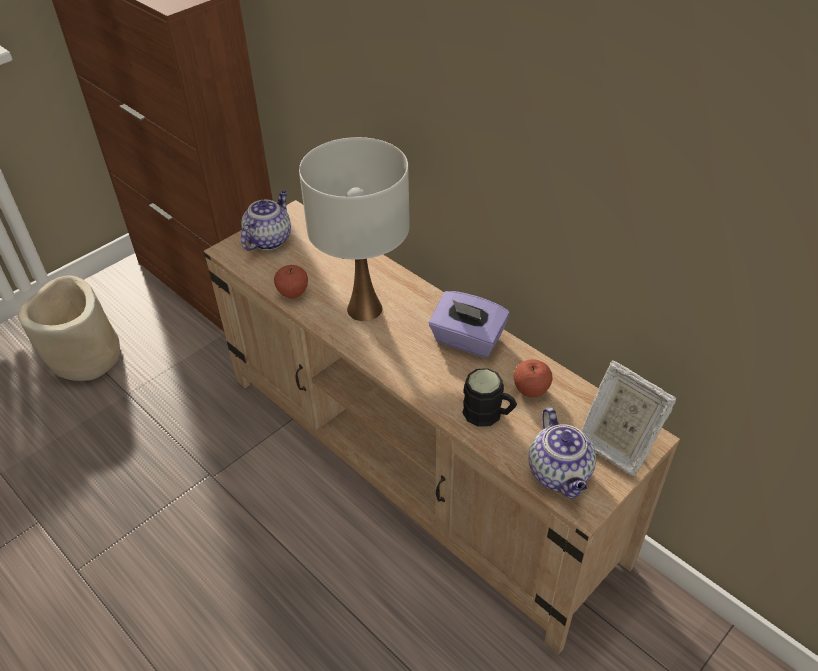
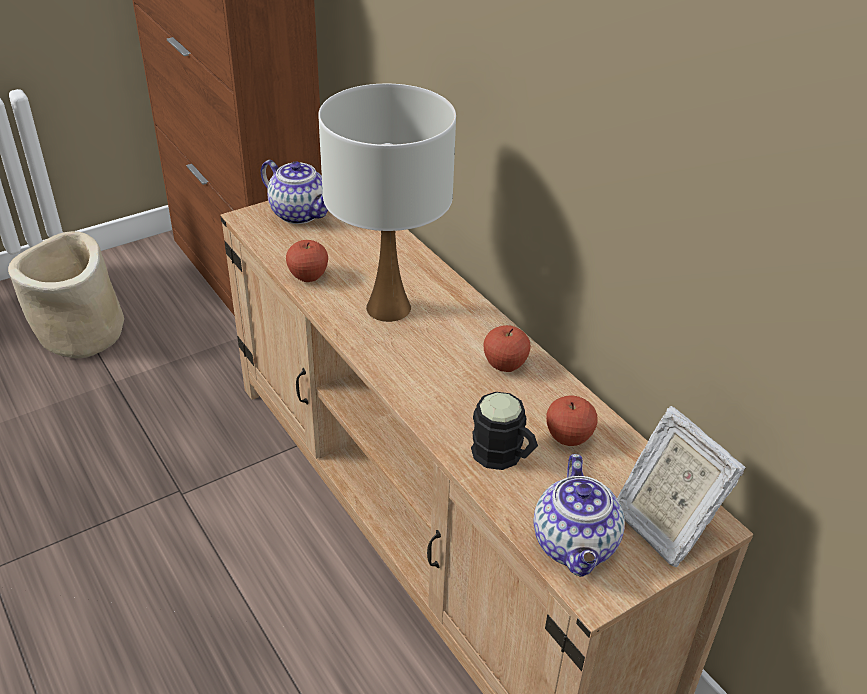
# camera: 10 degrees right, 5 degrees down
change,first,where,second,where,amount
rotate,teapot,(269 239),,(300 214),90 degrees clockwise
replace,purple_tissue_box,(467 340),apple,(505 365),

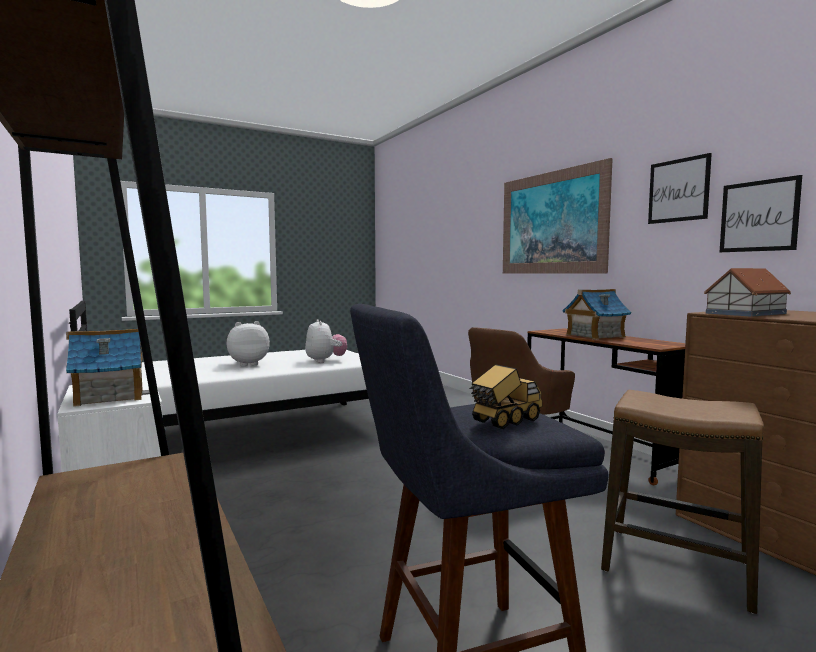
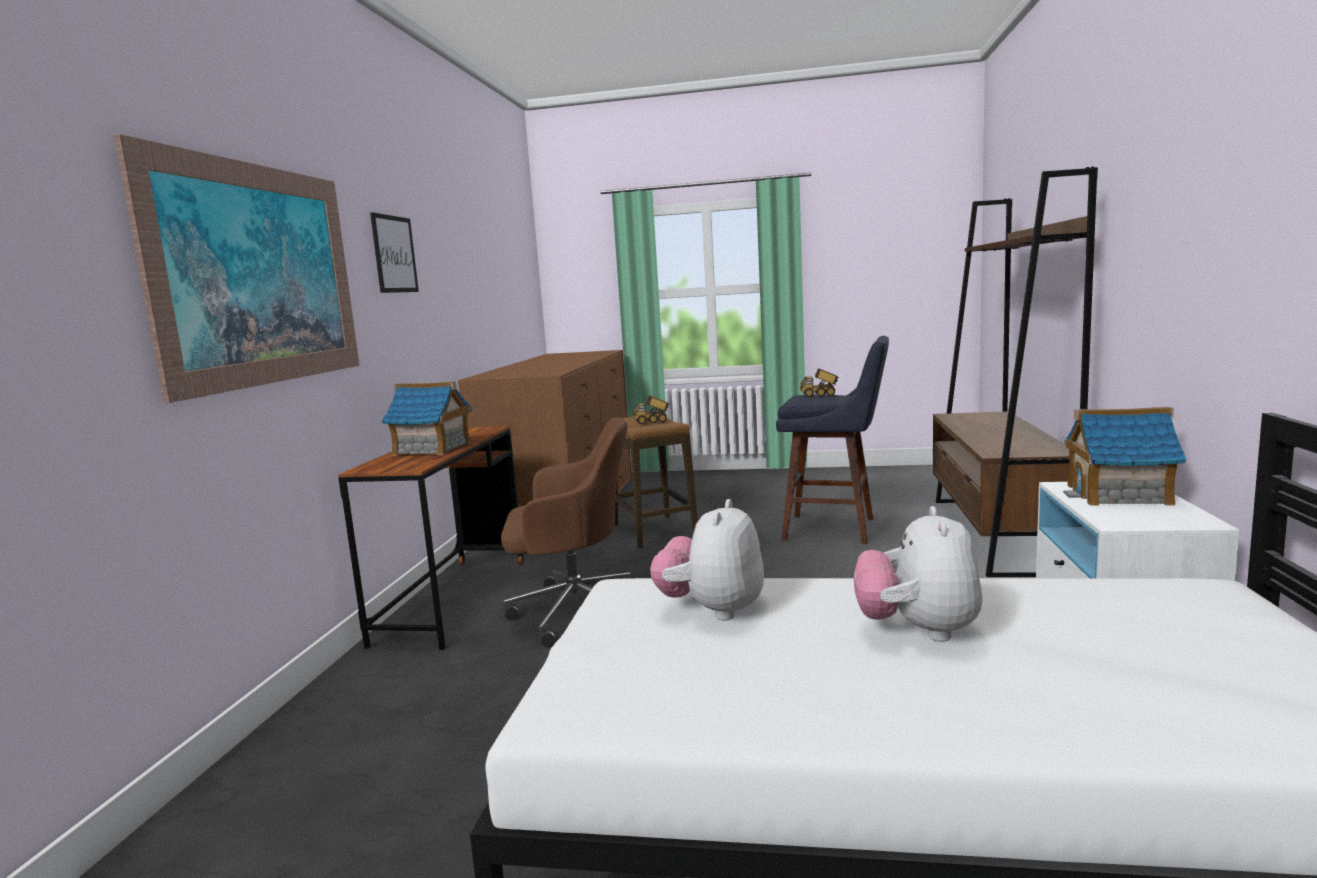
# camera: 140 degrees left, 5 degrees up
change,first,where,second,where,amount
delete,picture,(758 216),,,
delete,toy_house,(746 313),,,
rotate,plush_toy,(247 364),,(918 631),90 degrees clockwise
insert,,,toy_truck,(652 422),

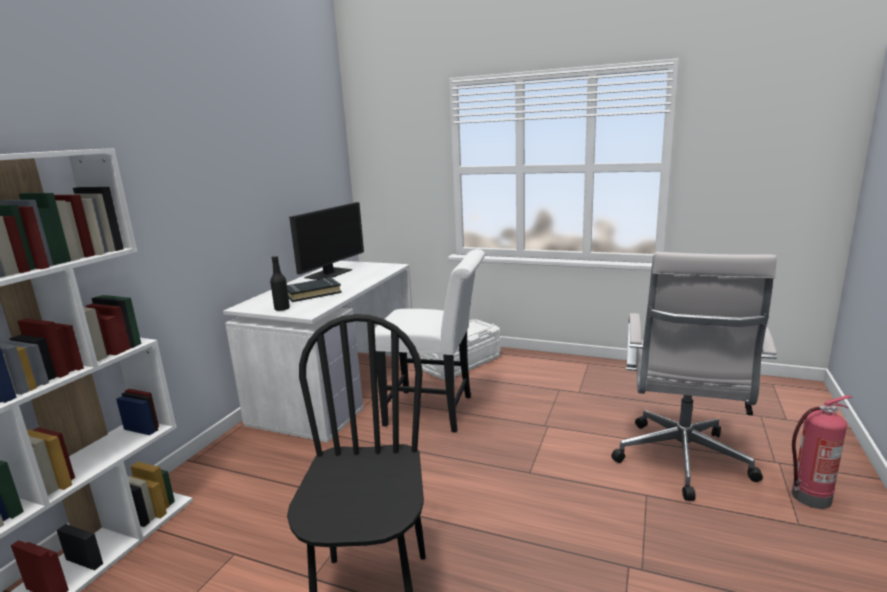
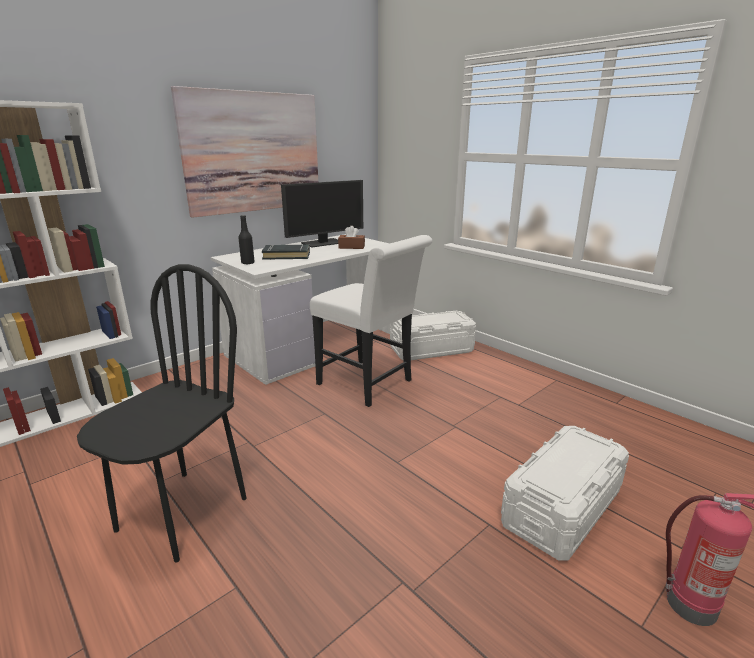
# camera: 25 degrees right, 5 degrees up
change,first,where,second,where,amount
replace,white_office_chair,(682 463),white_storage_box,(561 508),
insert,,,picture,(253 152),
insert,,,brown_tissue_box,(351 247),

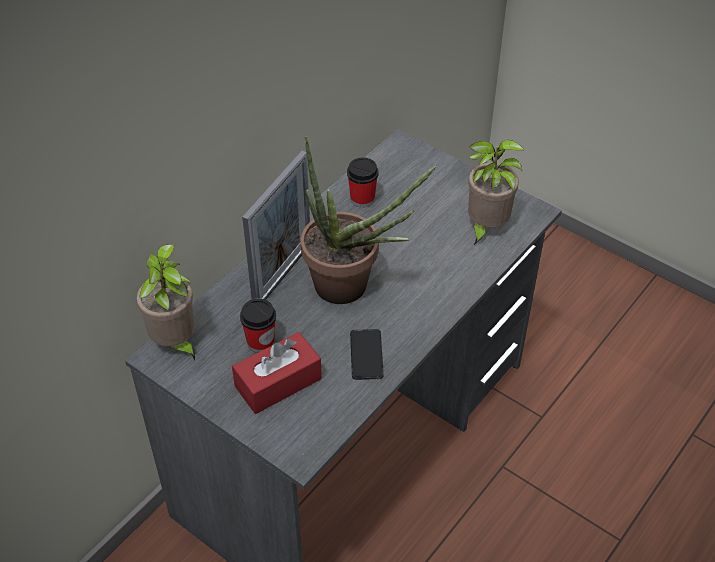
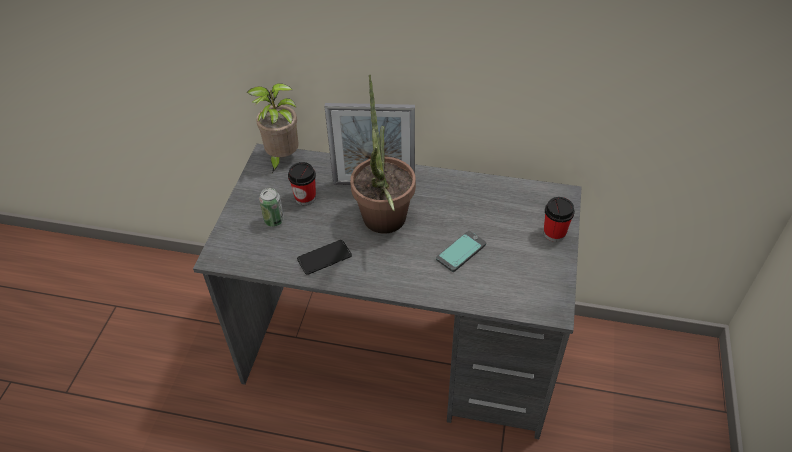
# camera: 65 degrees right, 0 degrees up
change,first,where,second,where,amount
delete,potted_plant,(485 228),,,
move,cup,(362 199),,(554 233),
replace,red_tissue_box,(278 382),can,(274 220),
insert,,,phone,(460 251),

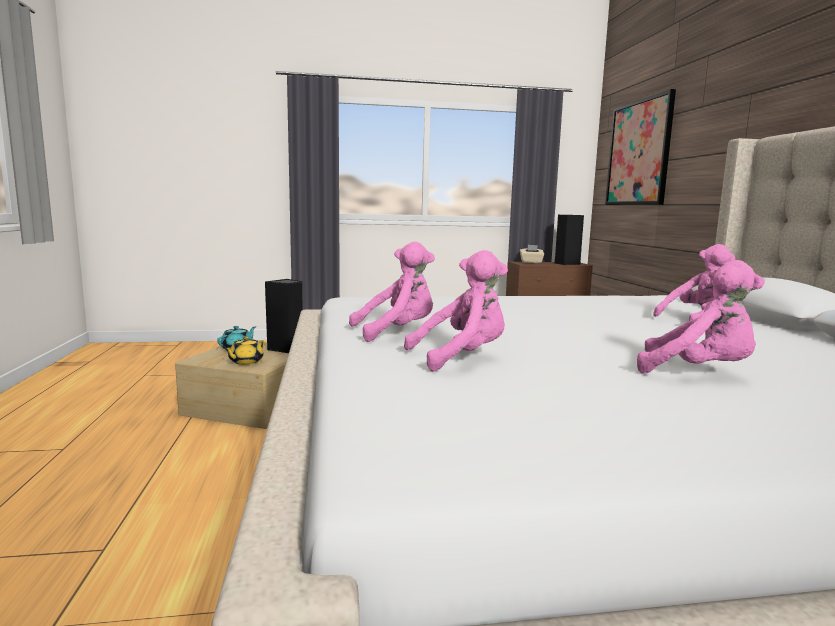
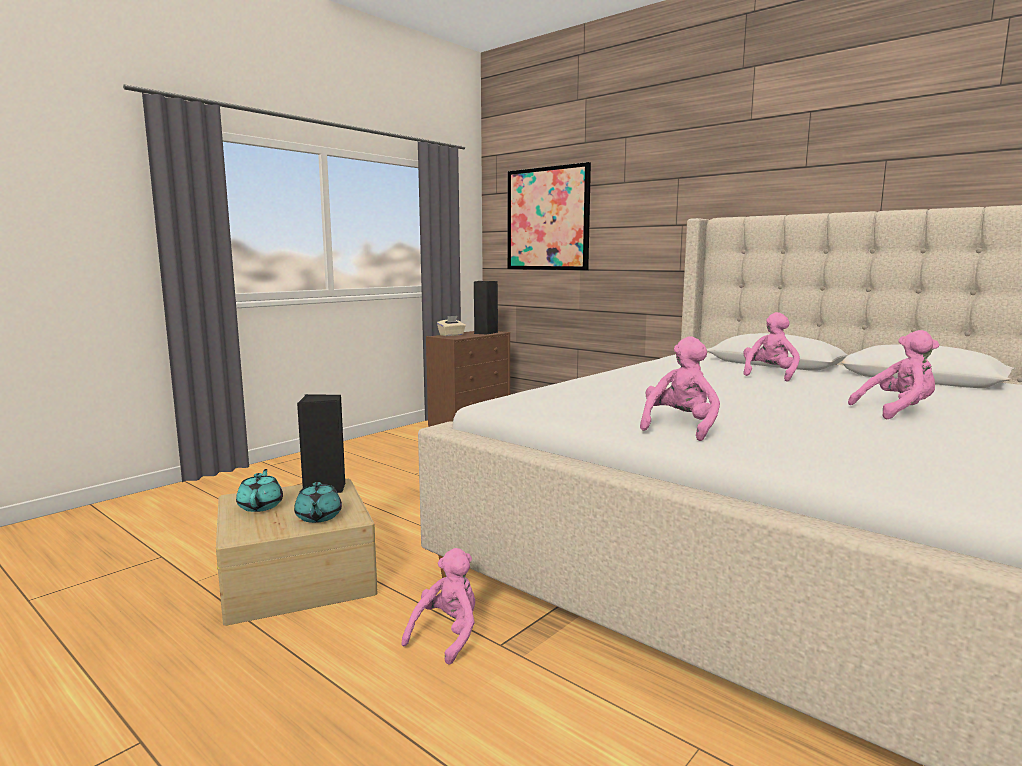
# camera: 40 degrees left, 0 degrees up
change,first,where,second,where,amount
move,pink_plush_toy,(462 357),,(447 635),
recolor,yellow_teapot,(245 362),turquoise_teapot,(318 517),

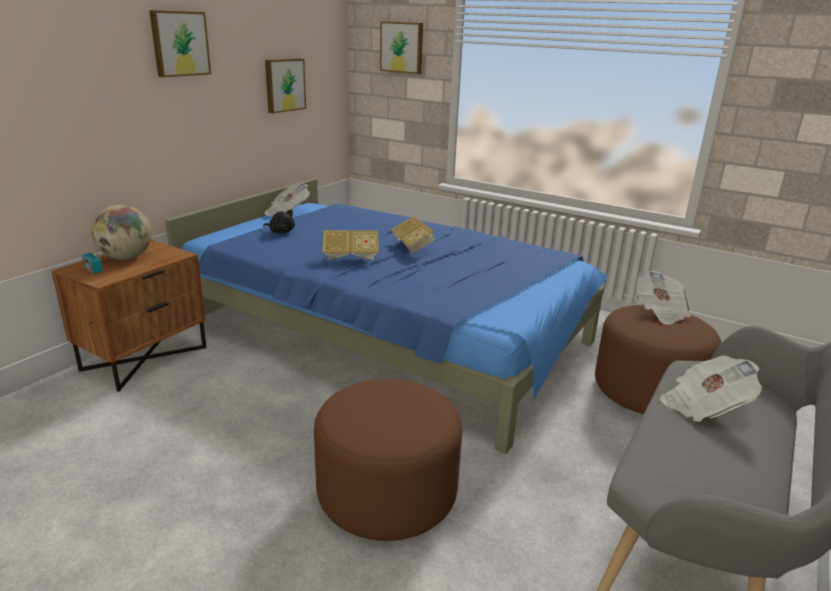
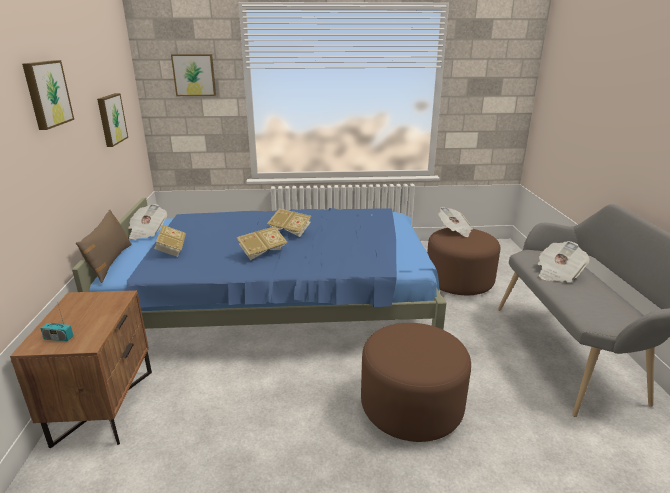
# camera: 35 degrees left, 0 degrees up
change,first,where,second,where,amount
delete,globe,(126 258),,,
replace,black_plush_toy,(281 231),book,(171 249),
insert,,,brown_pillow,(110 262),

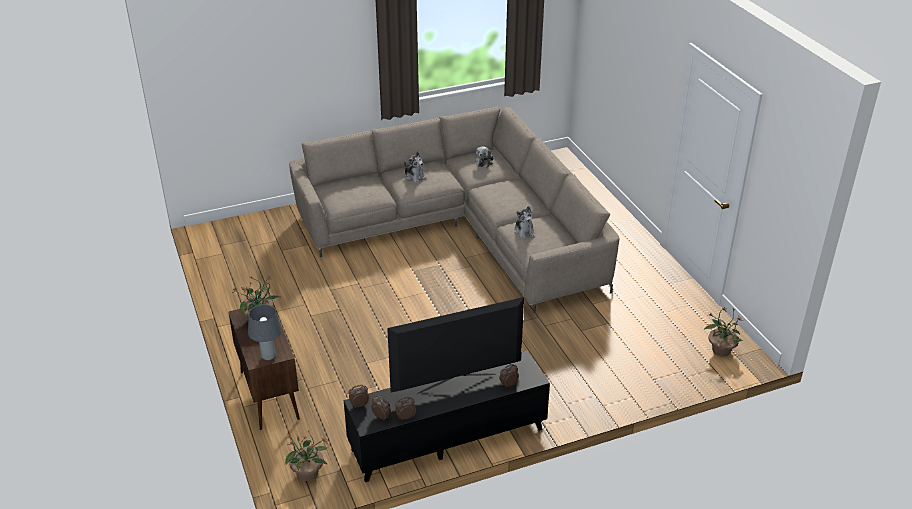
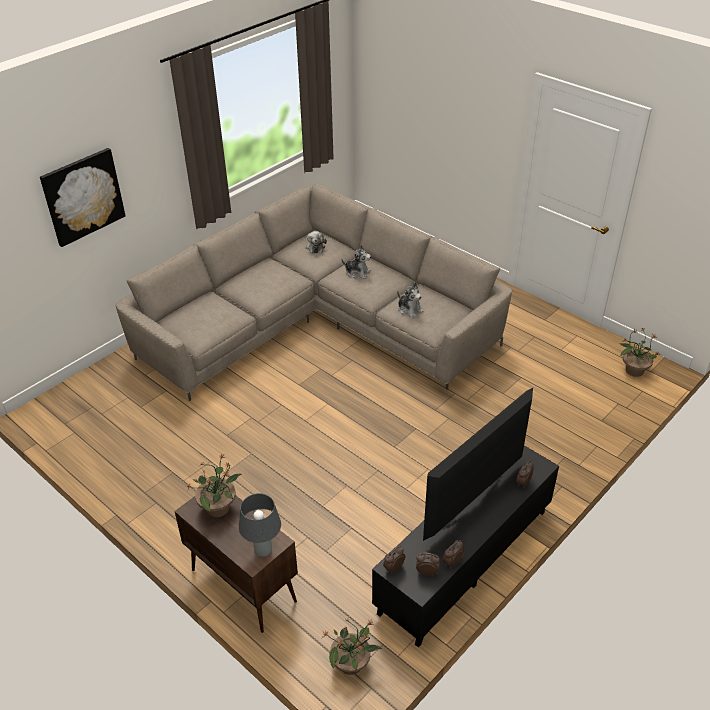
# camera: 25 degrees left, 5 degrees up
change,first,where,second,where,amount
move,plush_toy,(414 177),,(357 272),
insert,,,picture,(83 196),

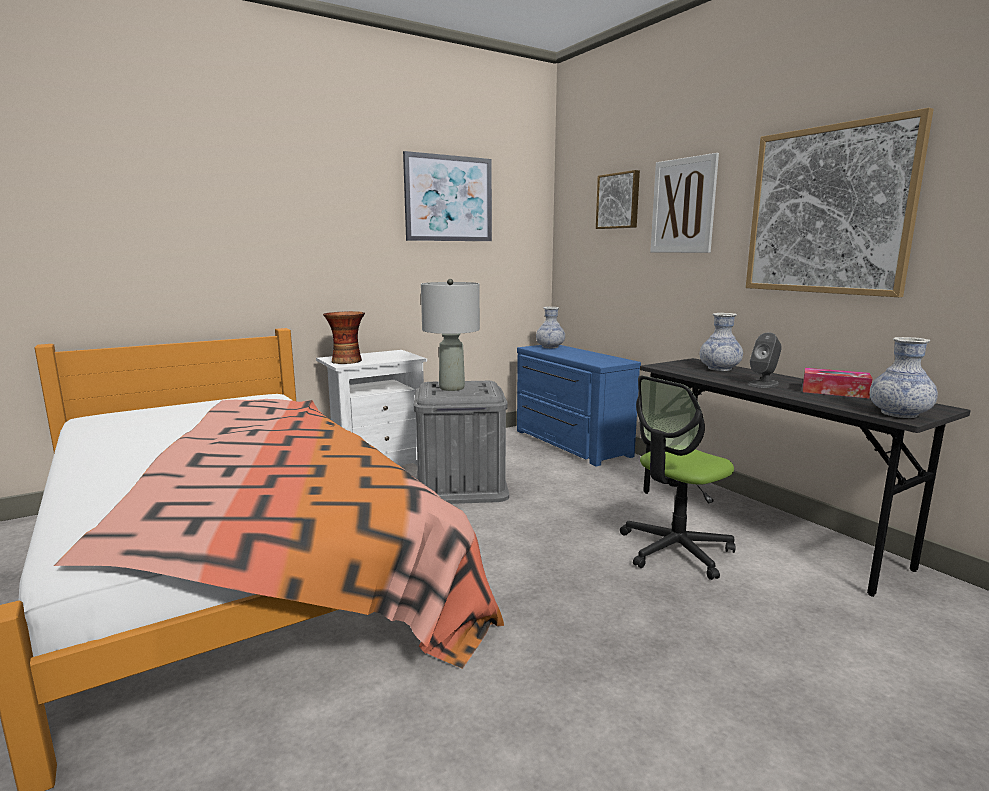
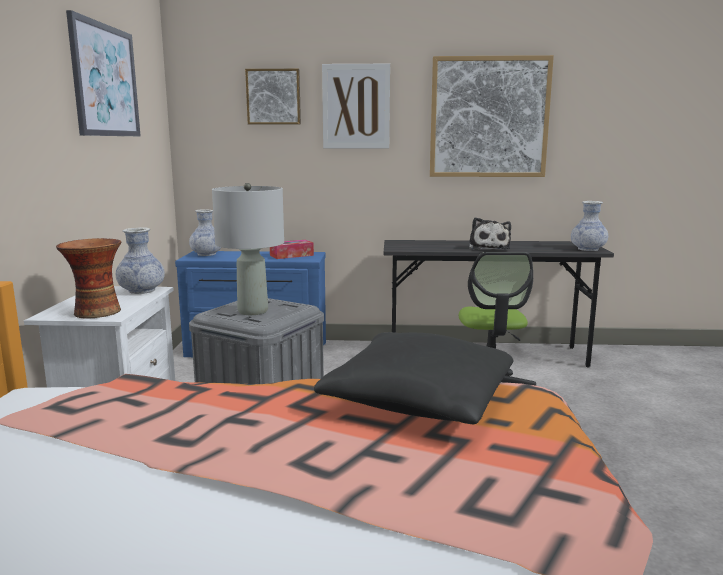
# camera: 55 degrees left, 0 degrees up
change,first,where,second,where,amount
move,vase,(719 369),,(142 291),
replace,grey_speaker,(763 384),plush_toy,(488 247),
move,tissue_box,(834 392),,(291 255),
insert,,,black_pillow,(419 401),

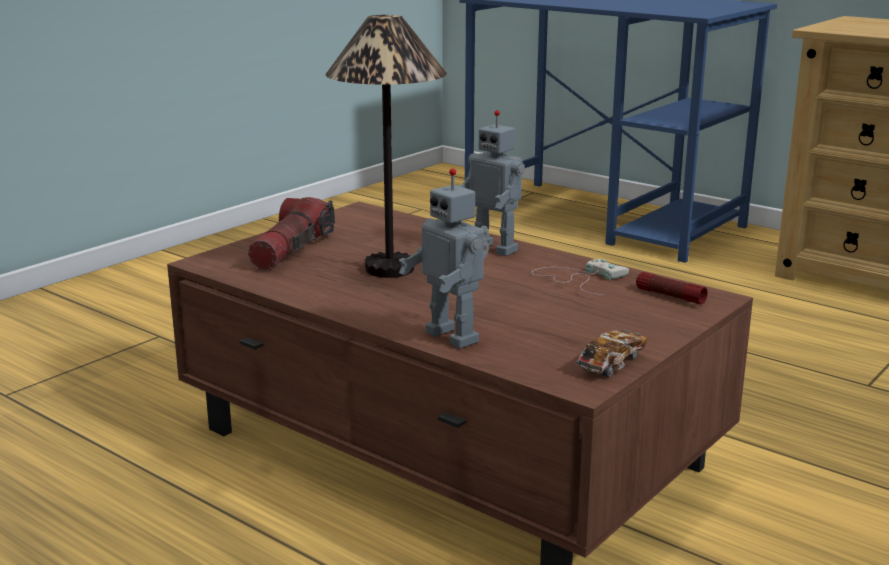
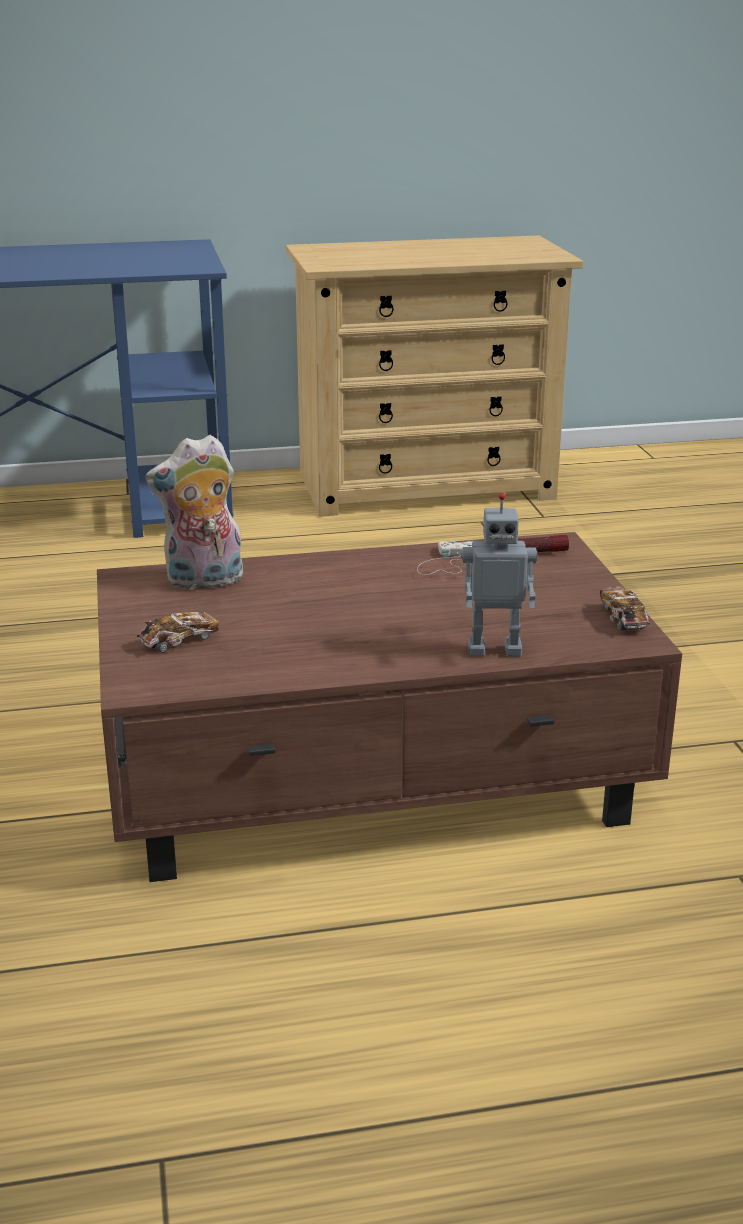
# camera: 50 degrees left, 5 degrees up
change,first,where,second,where,amount
delete,table_lamp,(391 269),,,
delete,toy_robot,(496 248),,,
replace,flashlight,(292 250),toy_car,(179 642),
insert,,,plush_toy,(203 582),

